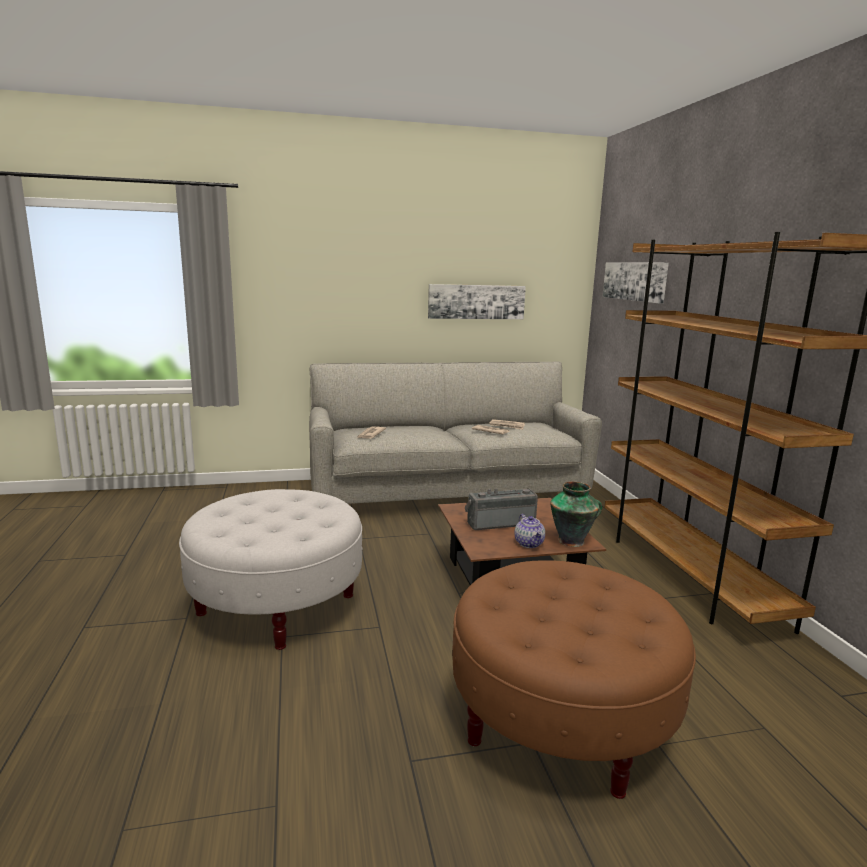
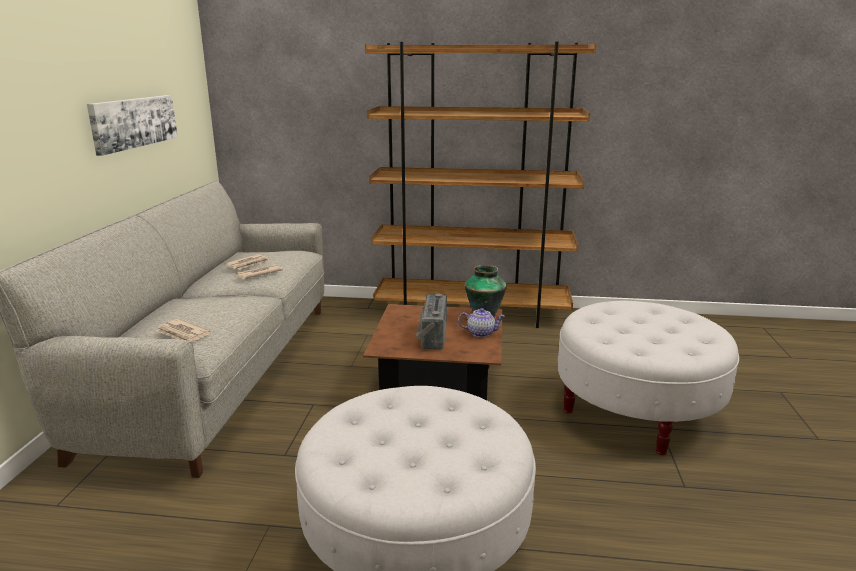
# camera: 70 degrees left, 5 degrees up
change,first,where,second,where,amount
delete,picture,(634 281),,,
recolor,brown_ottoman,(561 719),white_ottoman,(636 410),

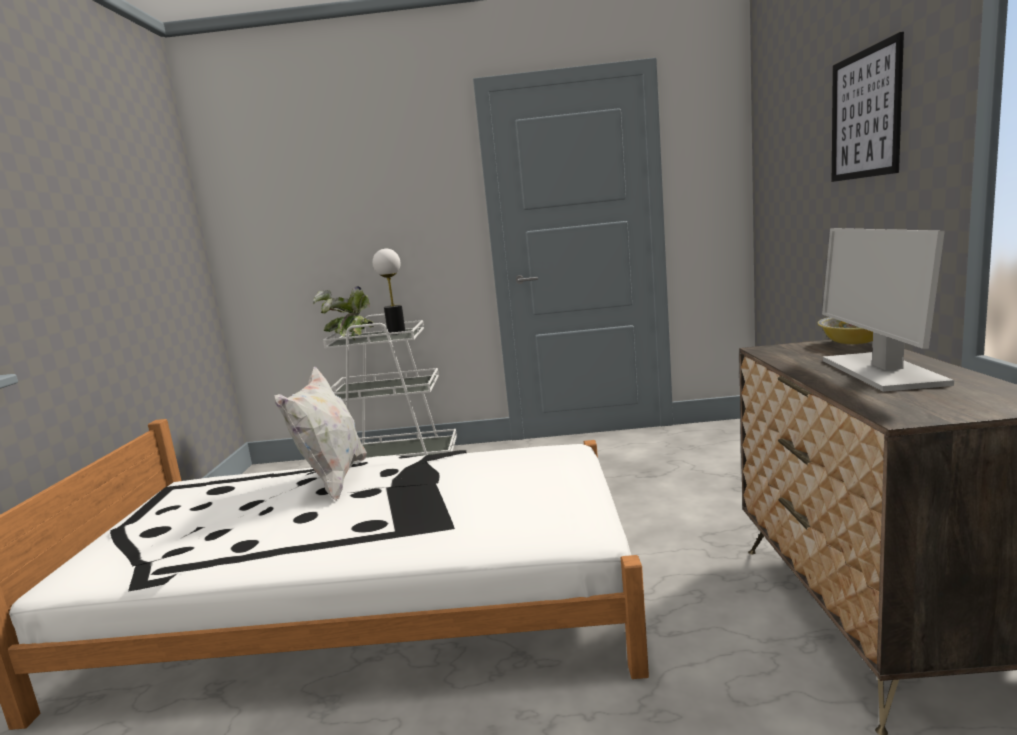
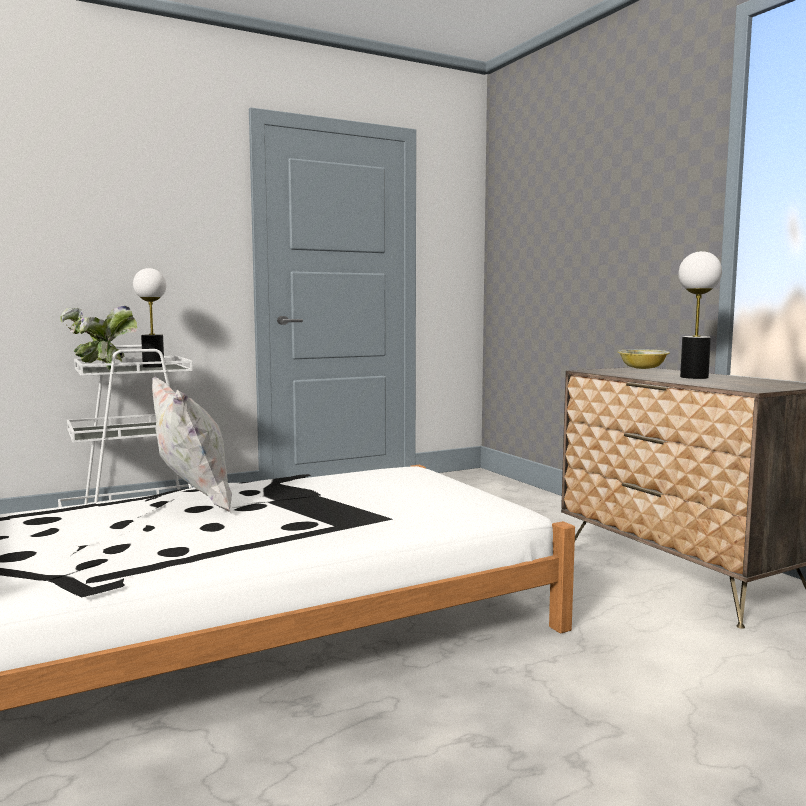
# camera: 30 degrees left, 5 degrees down
change,first,where,second,where,amount
delete,picture,(865 115),,,
replace,monitor,(880 372),table_lamp,(694 377),

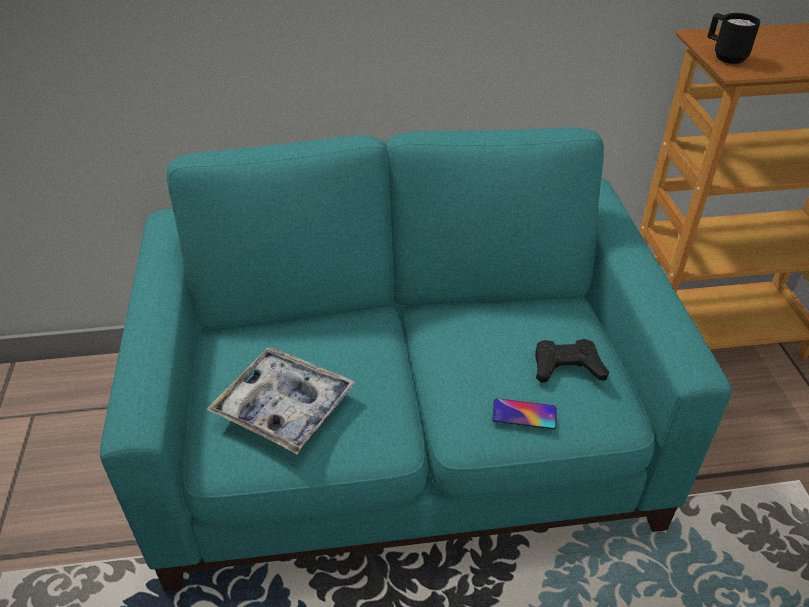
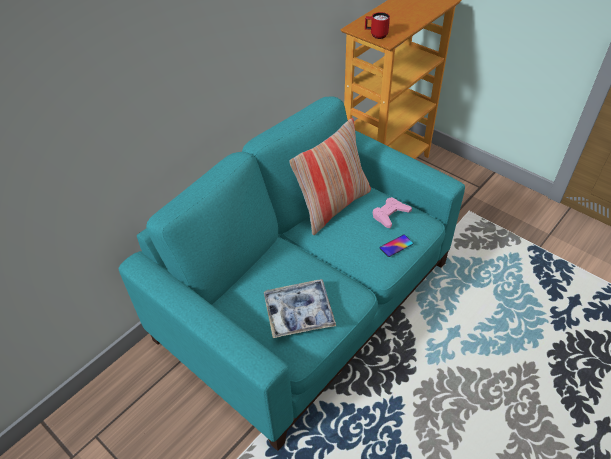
# camera: 40 degrees left, 5 degrees up
change,first,where,second,where,amount
recolor,black_mug,(724 56),red_mug,(376 35),
recolor,black_game_controller,(567 366),pink_game_controller,(390 215),
insert,,,pillow,(333 206),

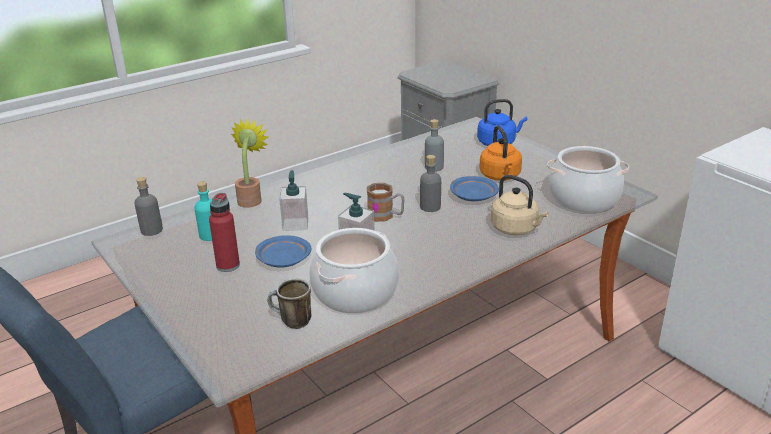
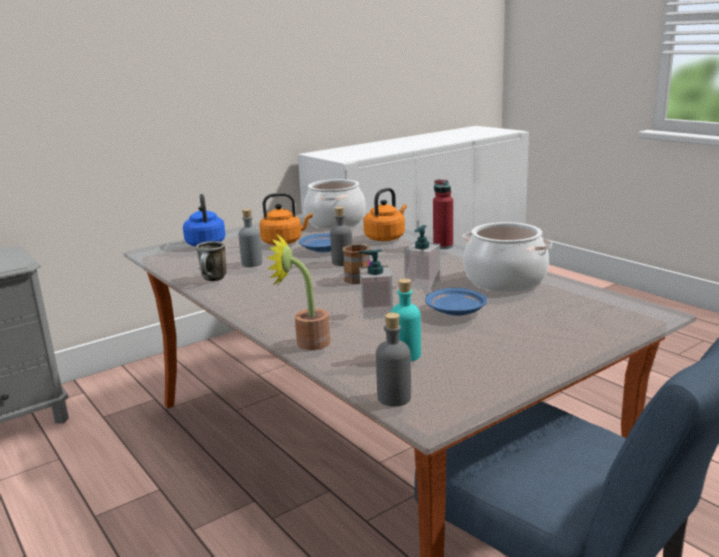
# camera: 90 degrees left, 10 degrees down
change,first,where,second,where,amount
recolor,beige_kettle,(516 229),orange_kettle,(386 237),
move,red_bottle,(228 265),,(443 246),
move,mug,(291 322),,(213 280),

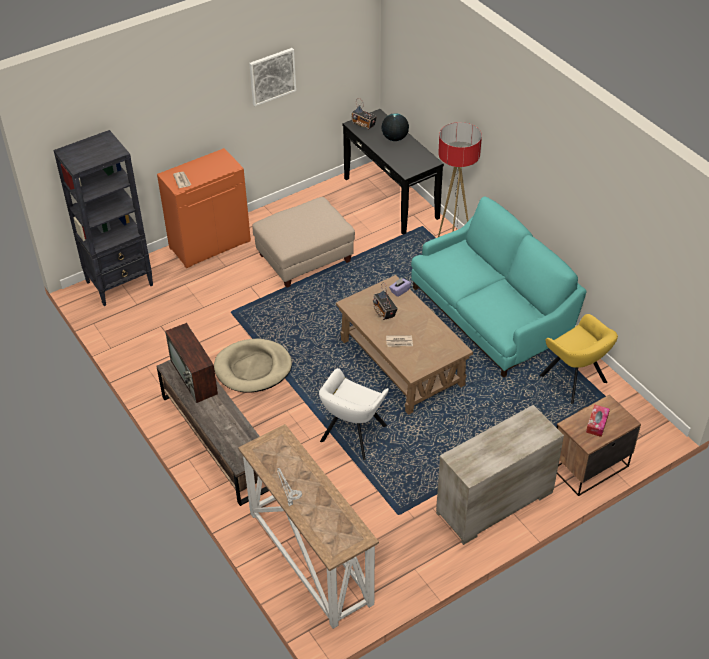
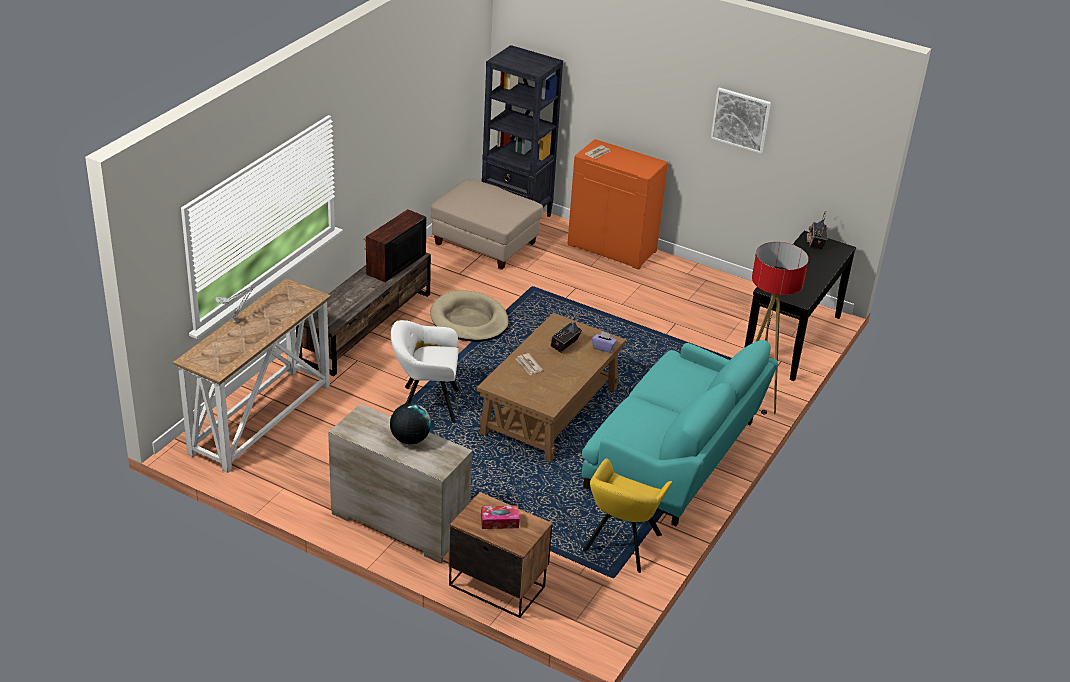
# camera: 60 degrees right, 10 degrees down
change,first,where,second,where,amount
move,globe,(394 138),,(410 439),
move,beige_ottoman,(304 258),,(485 244),

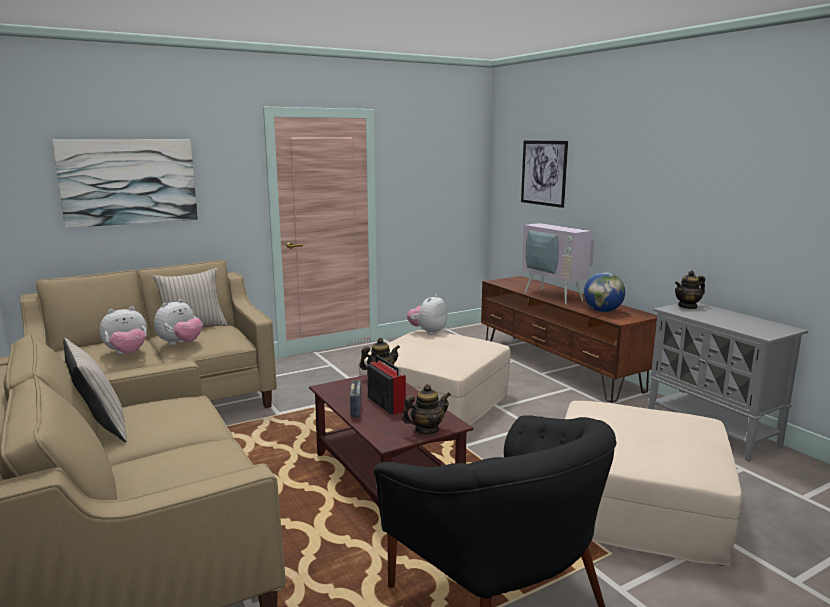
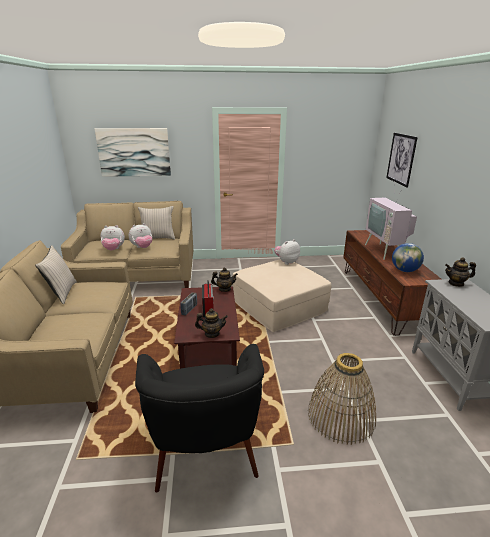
# camera: 25 degrees right, 10 degrees up
change,first,where,second,where,amount
replace,beige_ottoman,(636 505),basket,(340 416),

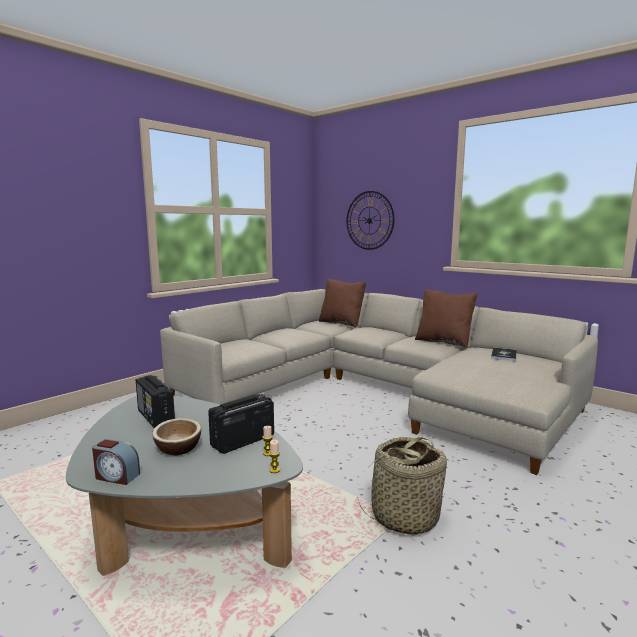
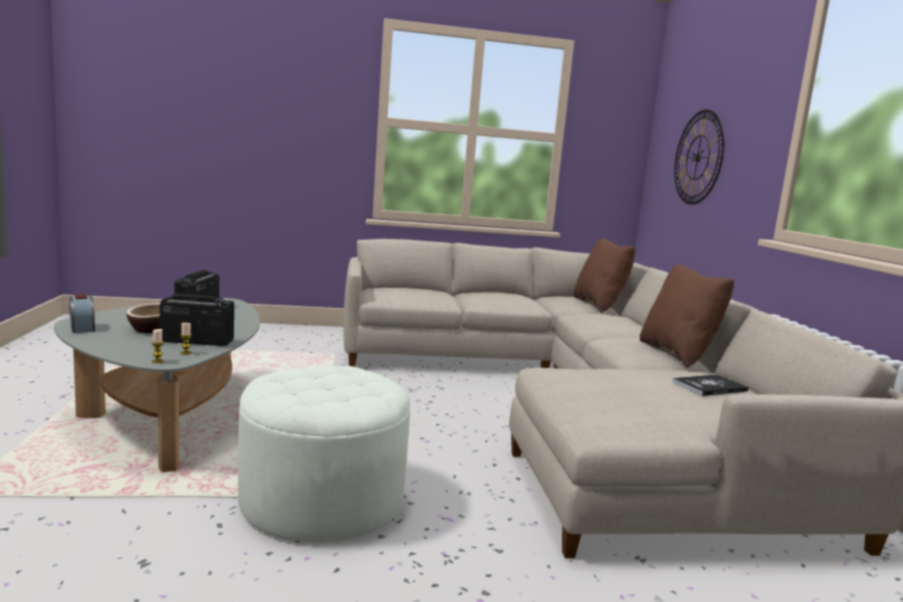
# camera: 40 degrees right, 0 degrees up
change,first,where,second,where,amount
replace,basket,(404 516),white_ottoman,(322 500),

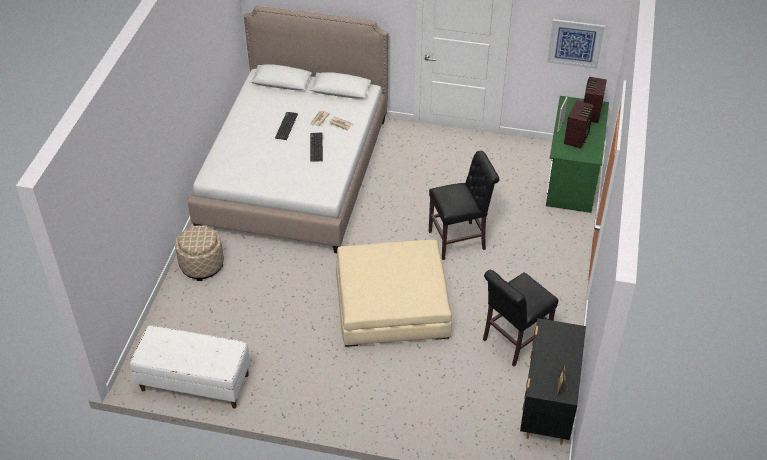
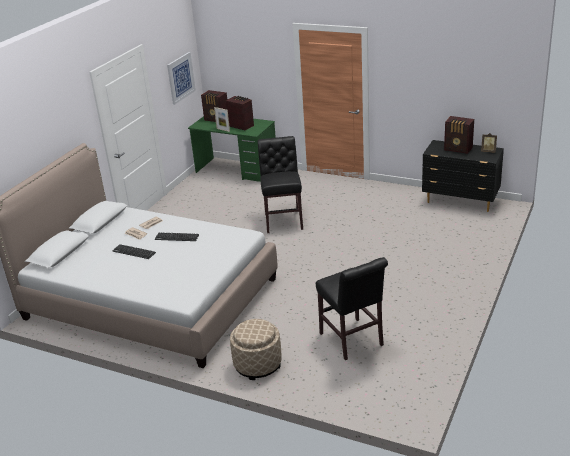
# camera: 75 degrees left, 15 degrees down
change,first,where,second,where,amount
delete,beige_ottoman,(392 305),,,
move,black_chair,(513 342),,(353 341),
delete,white_bench,(194 382),,,
insert,,,radio,(458 149),

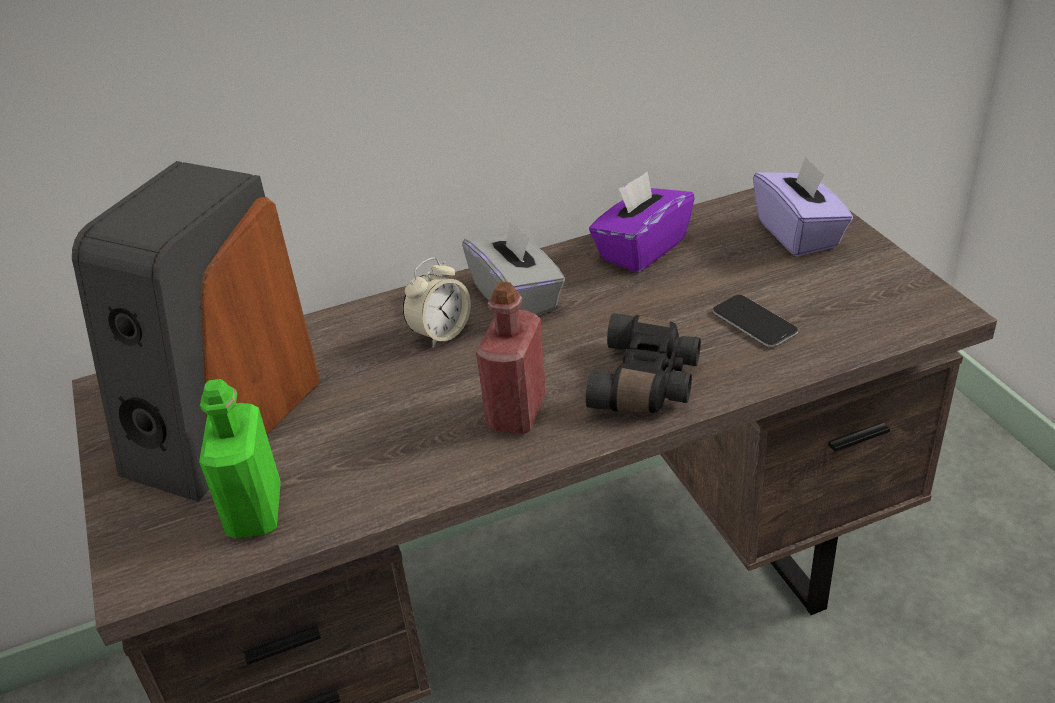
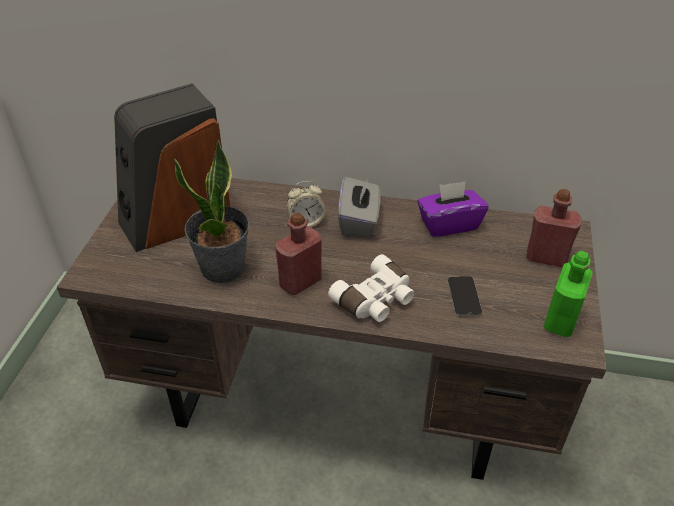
# camera: 30 degrees right, 5 degrees up
change,first,where,second,where,amount
replace,purple_tissue_box,(798 234),red_bottle,(546 257),
recolor,black_binoculars,(648 382),white_binoculars,(376 300),
move,green_bottle,(255 511),,(560 321),
insert,,,potted_plant,(223 268),

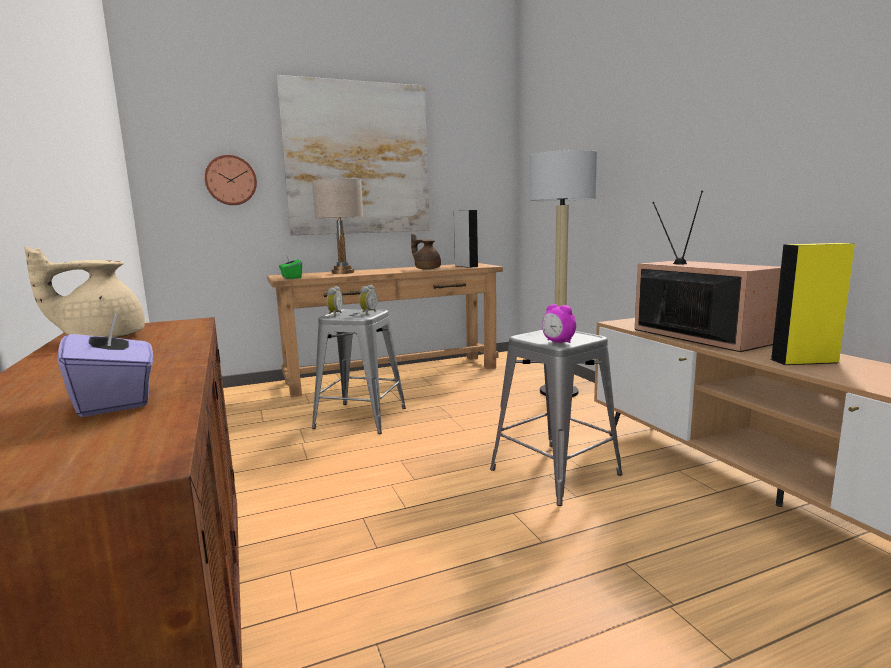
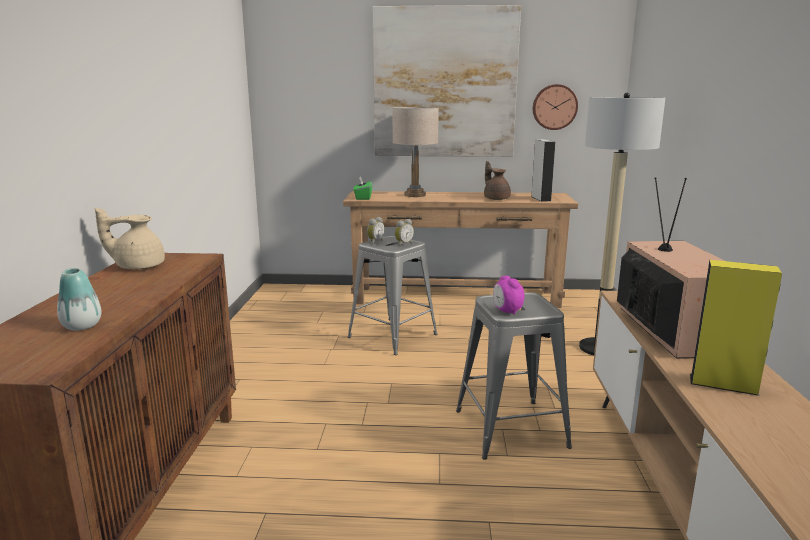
# camera: 25 degrees right, 5 degrees up
change,first,where,second,where,amount
move,wall_clock,(231 180),,(554 107),
replace,purple_tissue_box,(116 400),vase,(82 326),

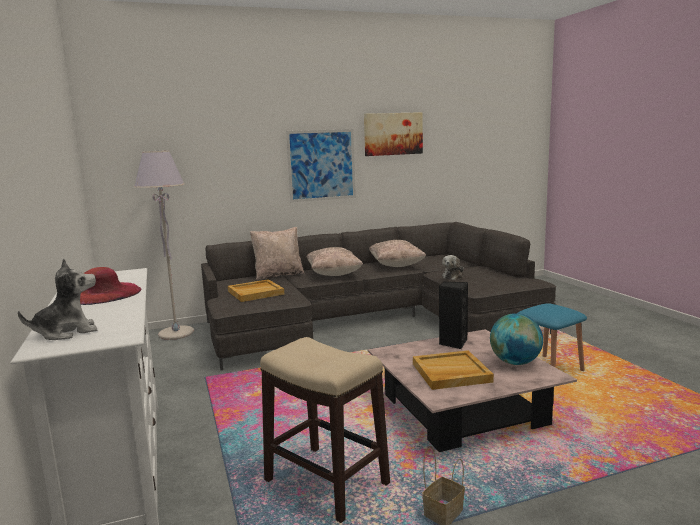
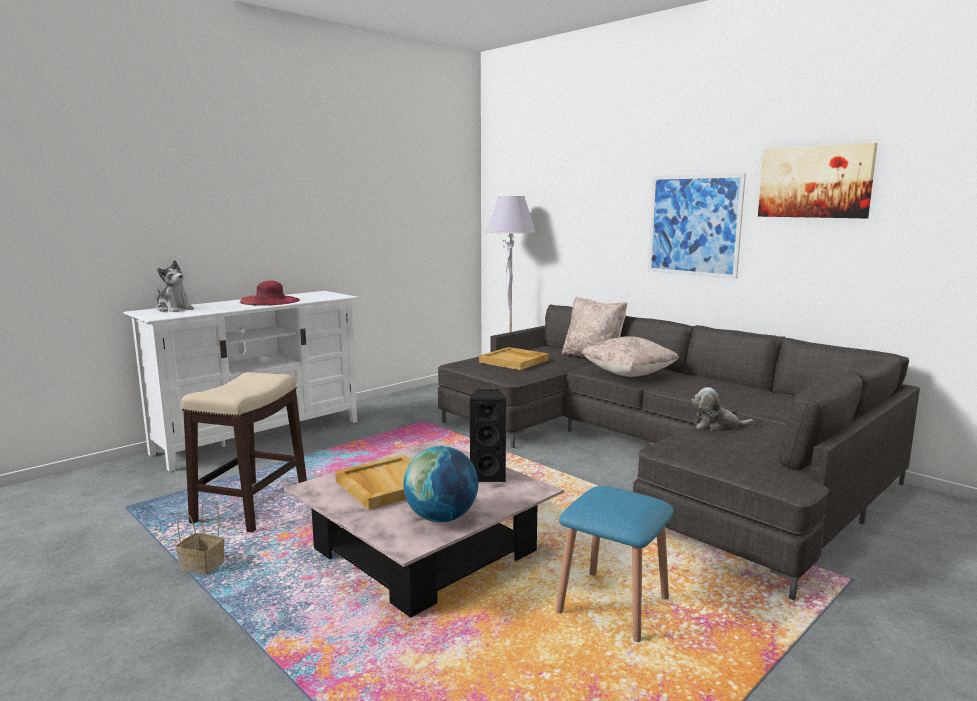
# camera: 65 degrees right, 0 degrees up
change,first,where,second,where,amount
delete,beige_pillow,(396 266),,,

